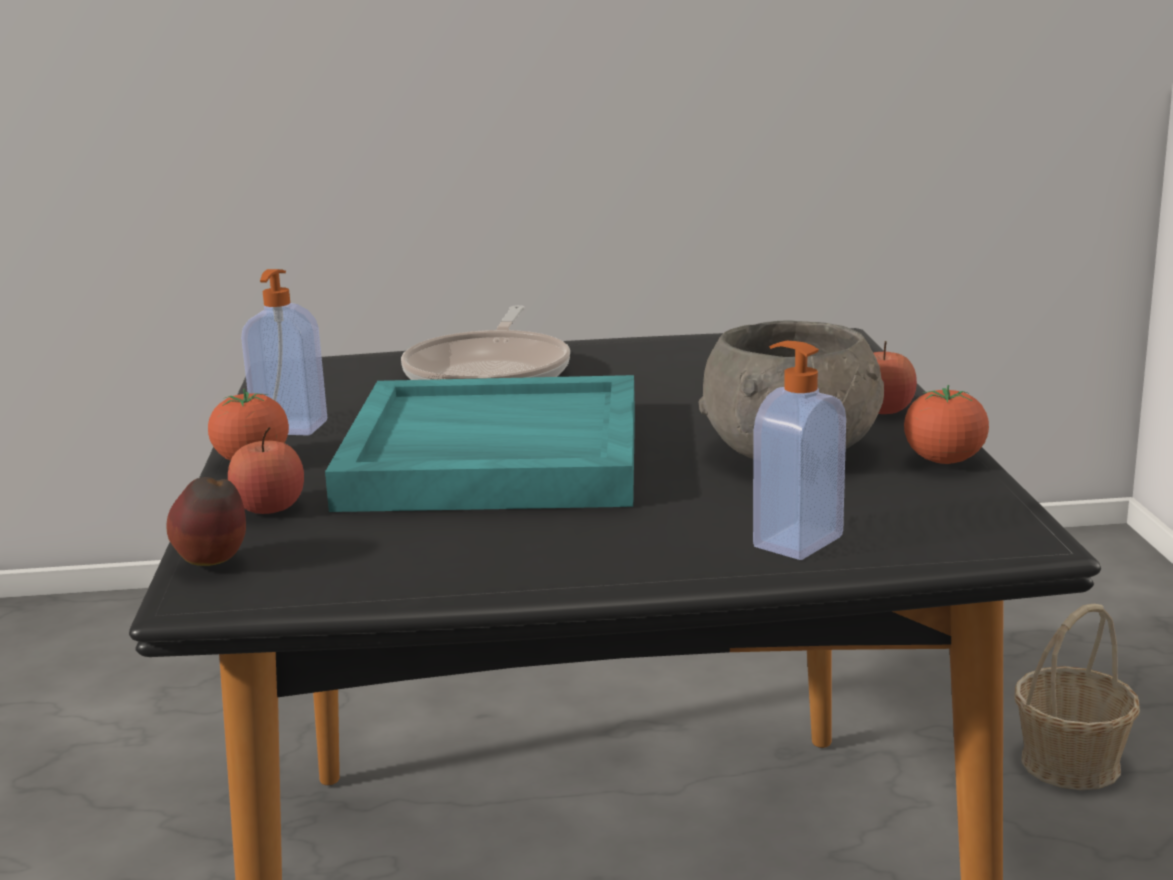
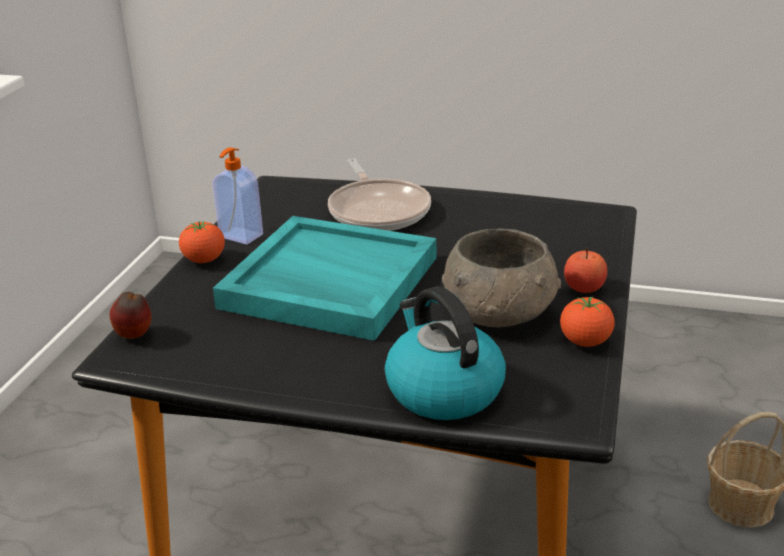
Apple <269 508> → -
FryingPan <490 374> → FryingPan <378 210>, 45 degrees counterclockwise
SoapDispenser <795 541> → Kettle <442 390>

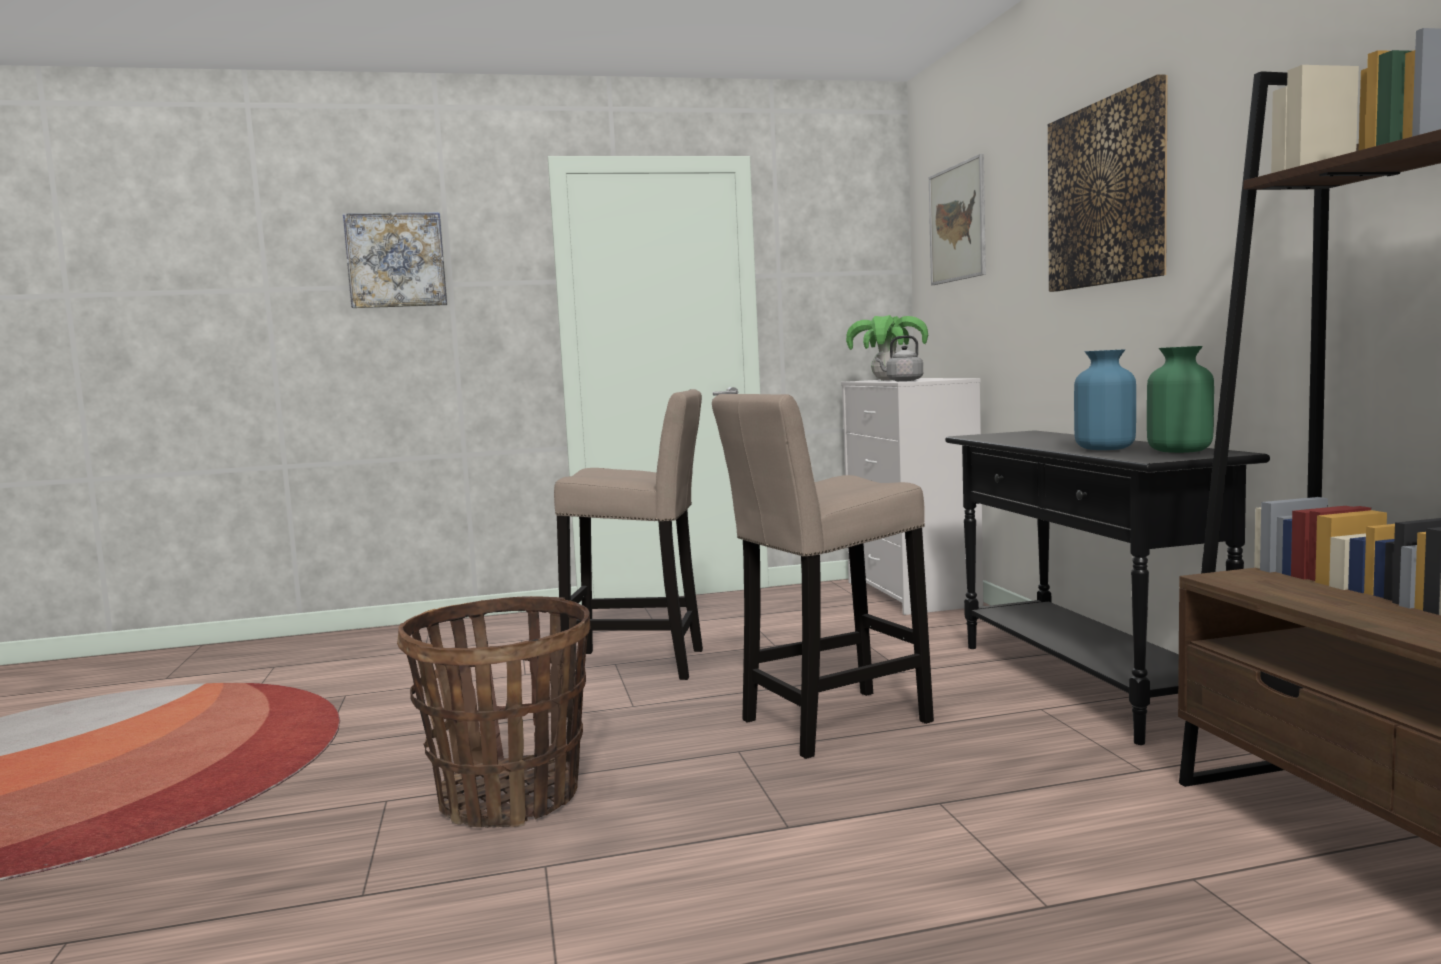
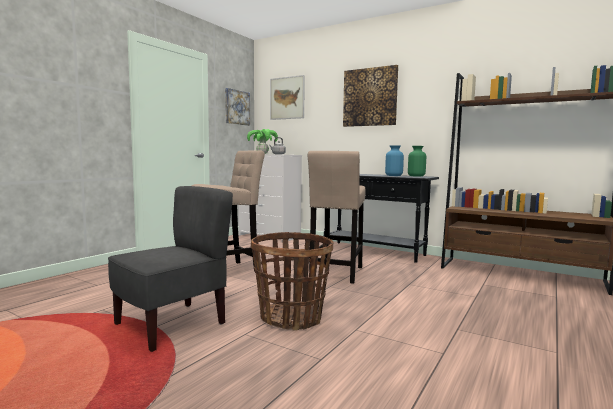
Picture <396 260> → Picture <237 107>, relocated
- → GreyChair <171 325>

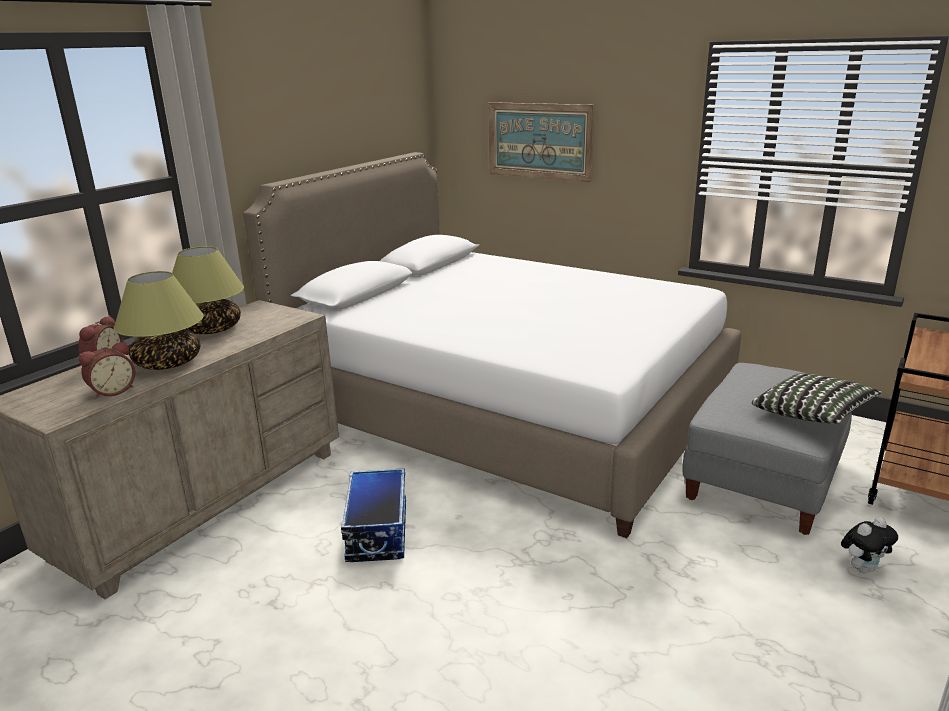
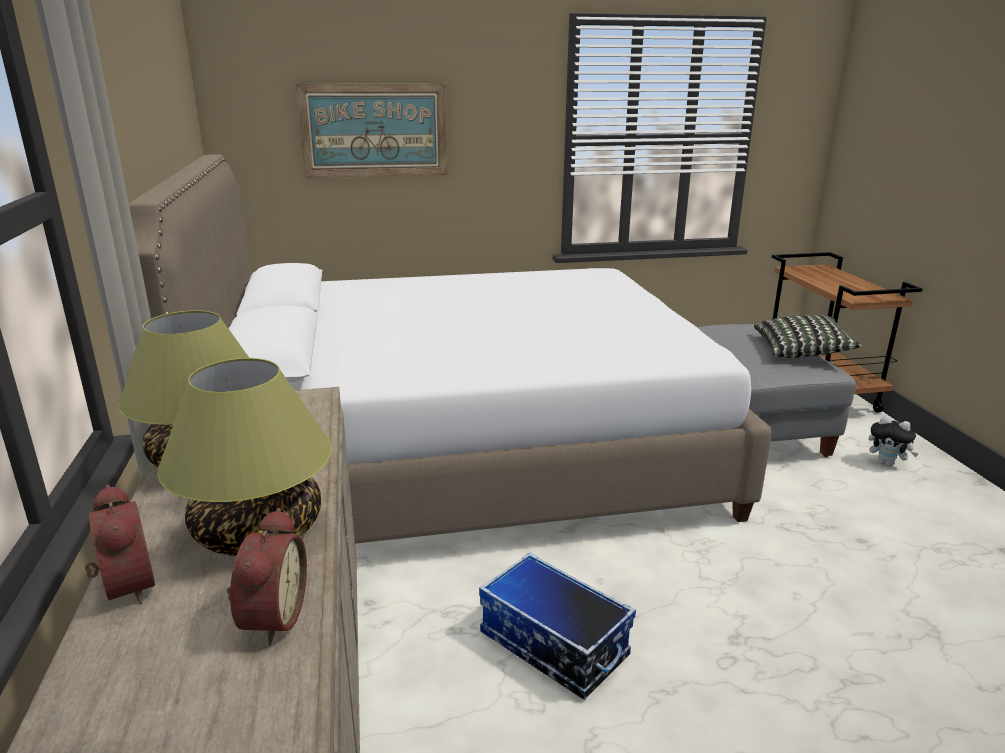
PlushToy <862 568> → PlushToy <887 463>, 105 degrees clockwise

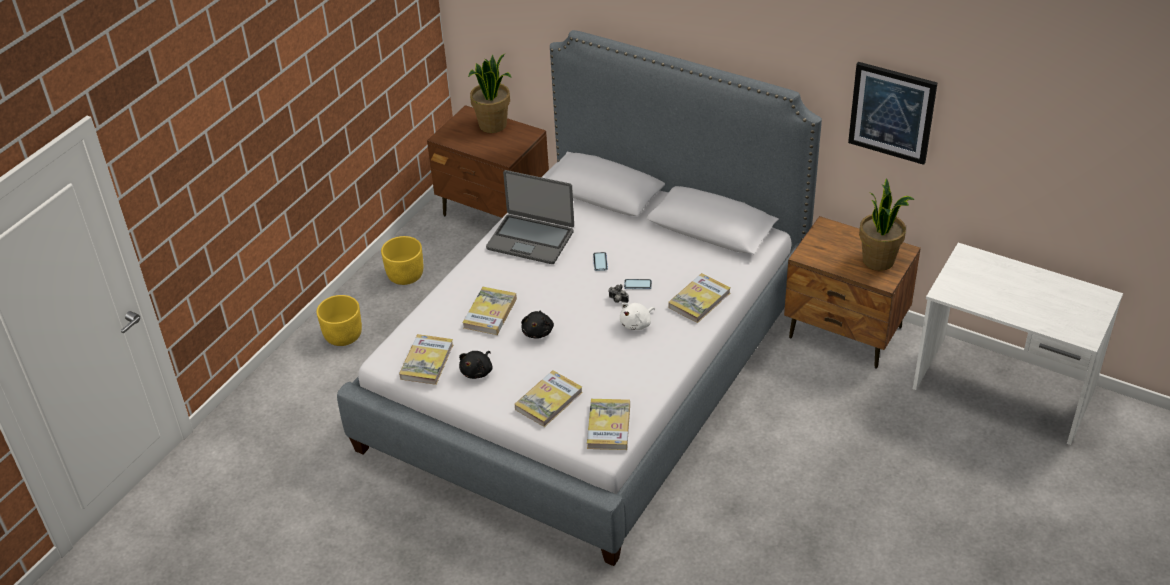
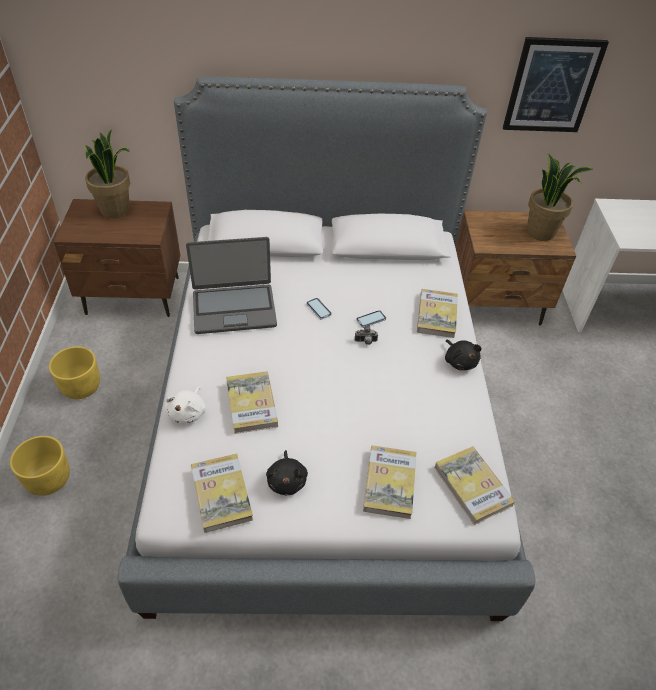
BlackPlushToy <538 331> → BlackPlushToy <460 361>, relocated
WhitePlushToy <637 324> → WhitePlushToy <188 412>, relocated

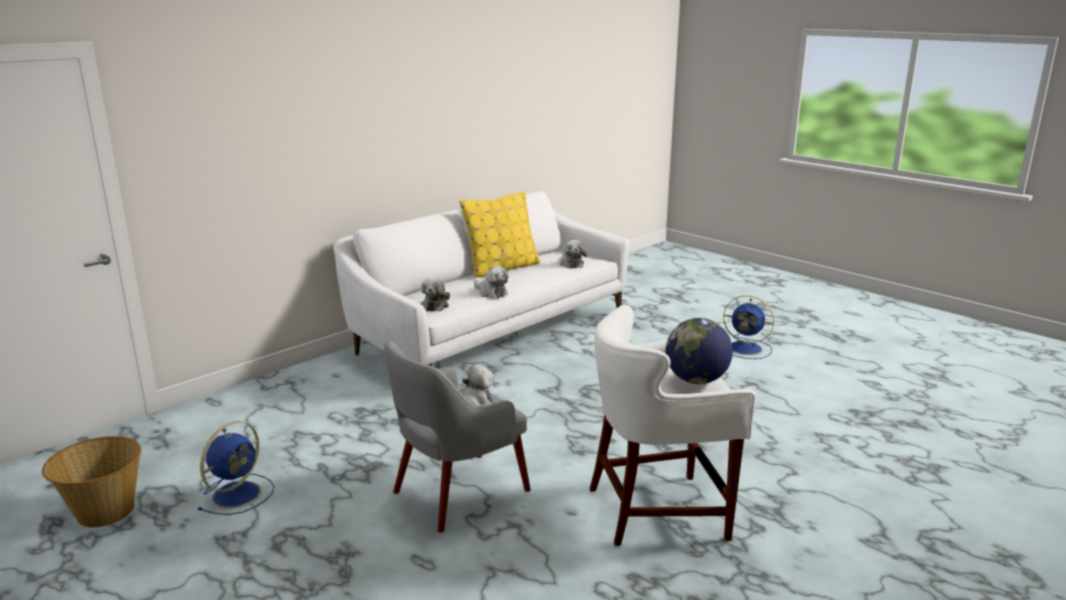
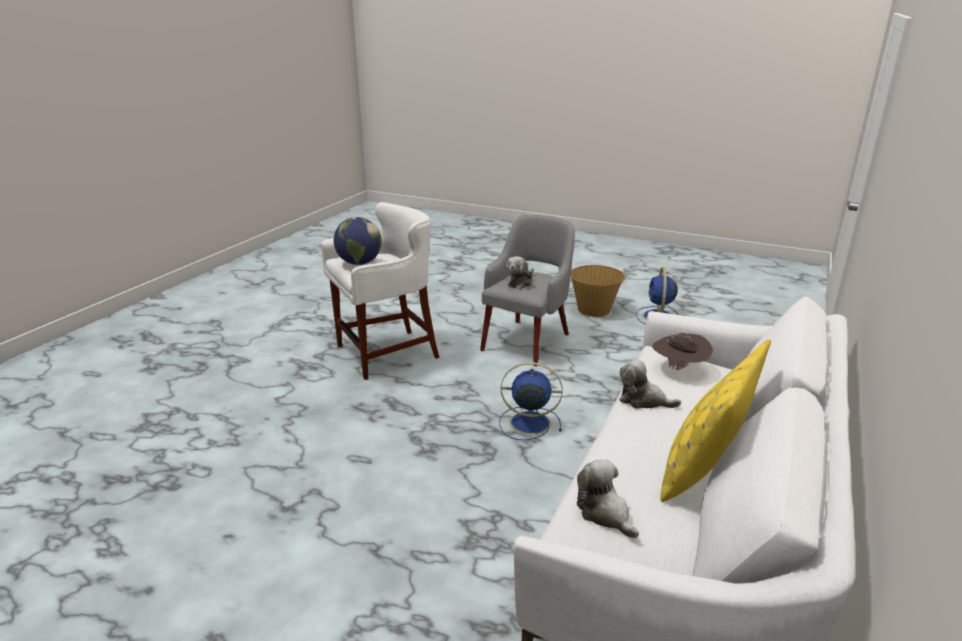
Basket <104 511> → Basket <594 309>, relocated
PlushToy <435 305> → BrownHat <679 369>
BlueFan <747 349> → BlueFan <528 423>, relocated

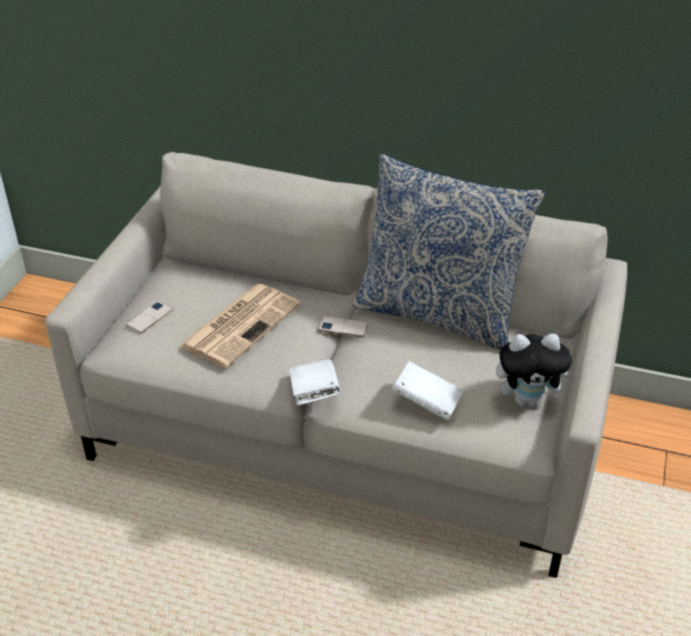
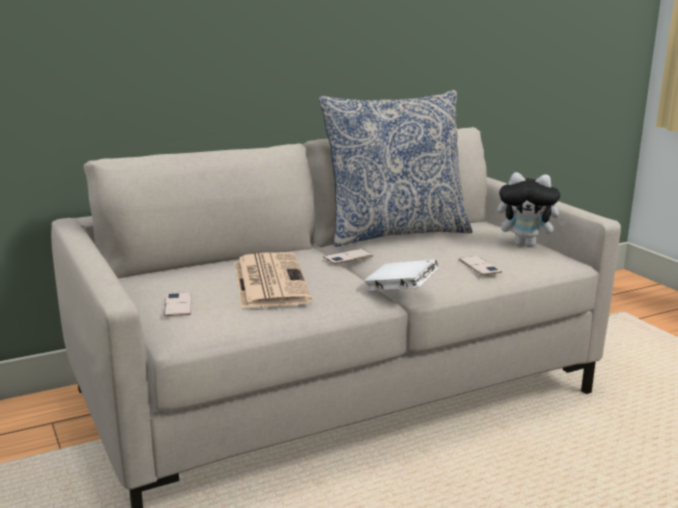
WhiteBook <426 403> → Phone <479 266>
PlushToy <528 400> → PlushToy <526 244>, 60 degrees clockwise

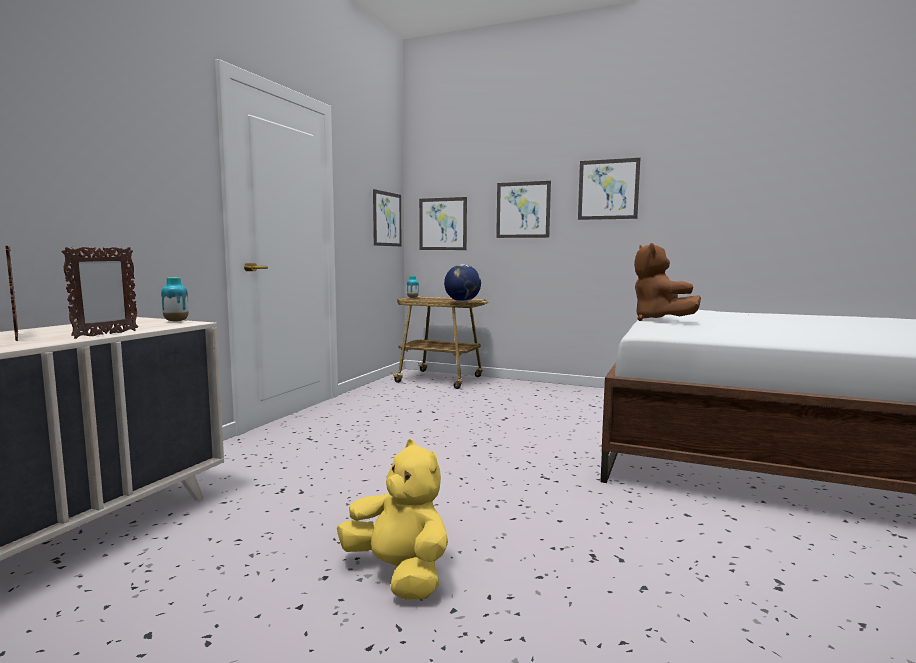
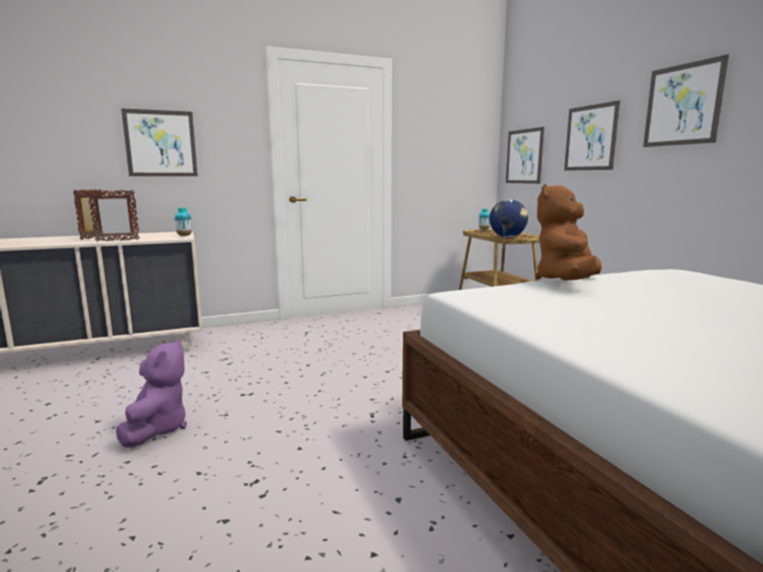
YellowPlushToy <399 573> → PurplePlushToy <157 429>
Picture <387 219> → Picture <161 143>, relocated

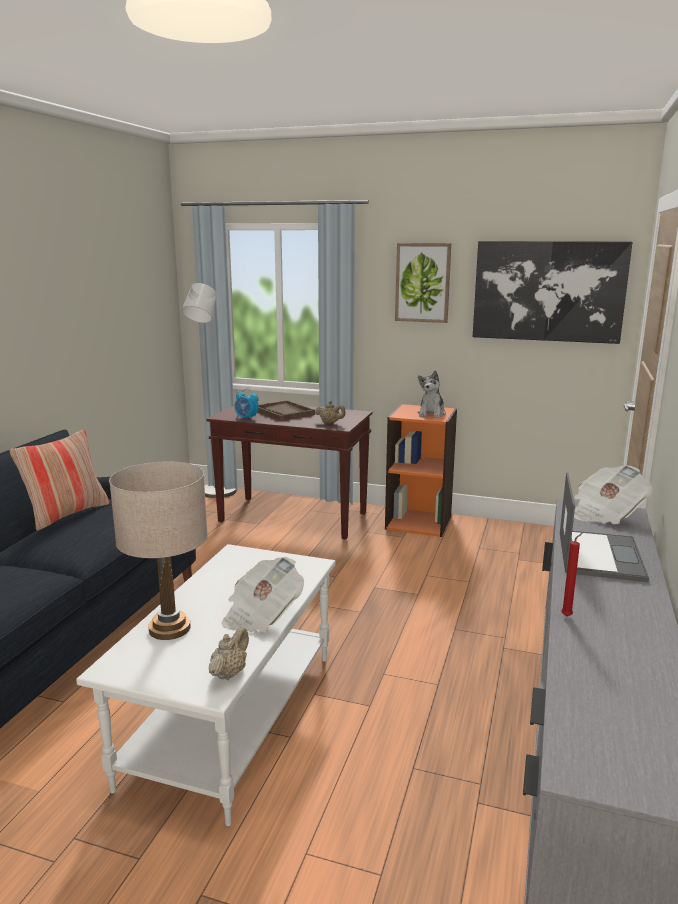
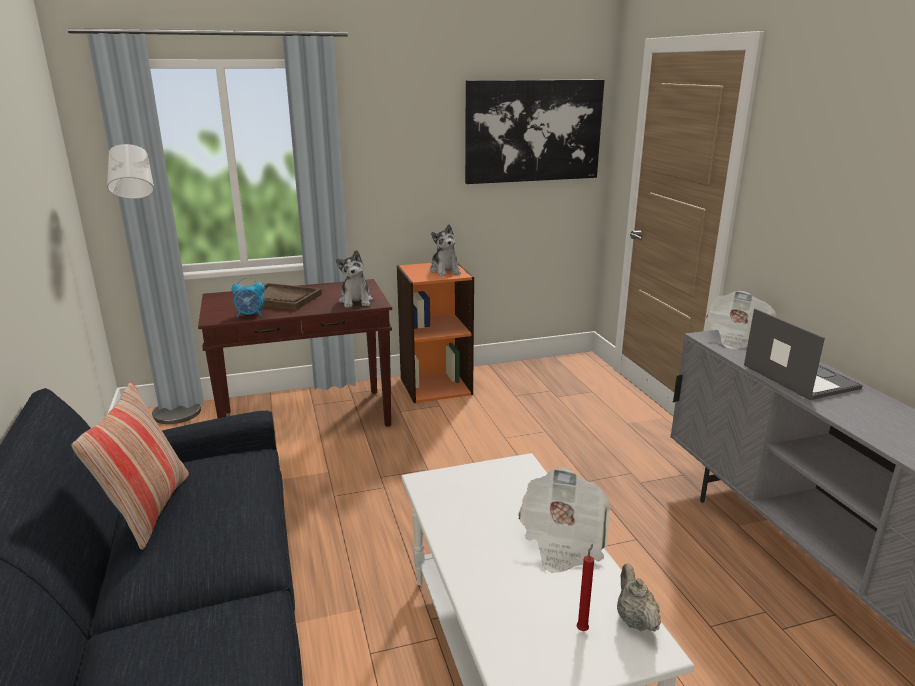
BeigeTableLamp <169 628> → -
BeigeTeapot <330 423> → PlushToy <356 301>
Picture <422 282> → -
RedCandle <568 616> → RedCandle <583 629>, relocated

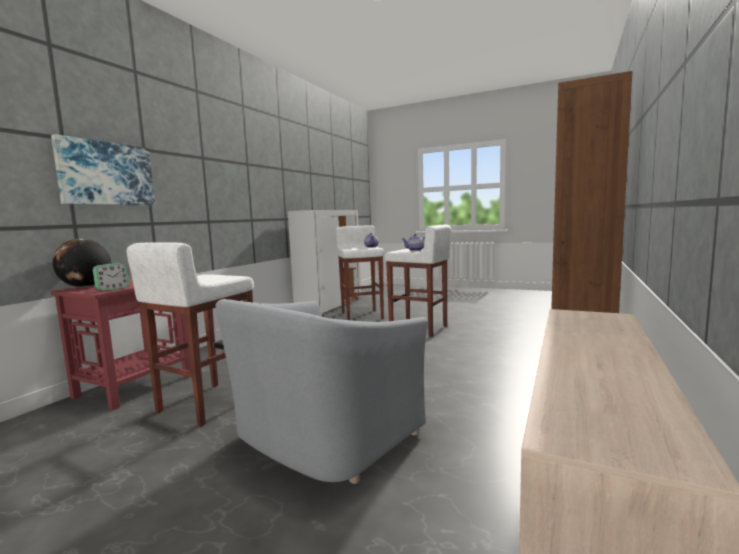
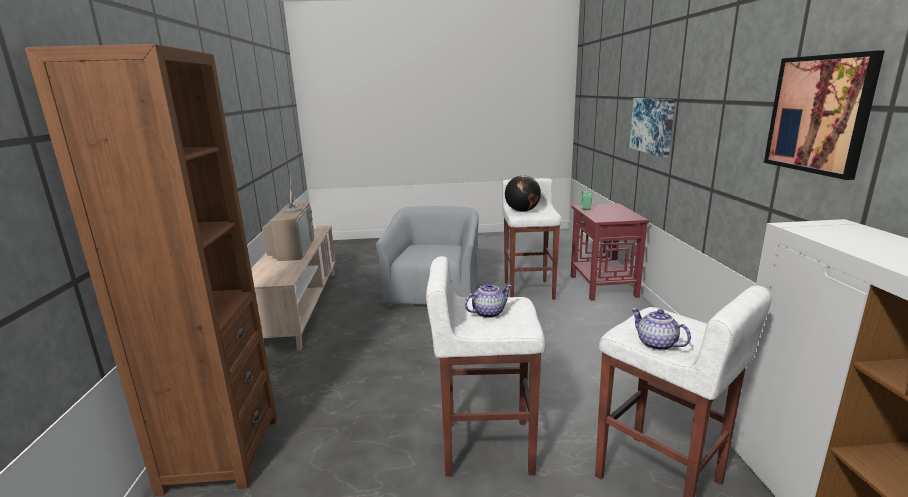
Globe <85 287> → Globe <522 211>, relocated
- → Television <292 249>
- → Picture <819 114>

